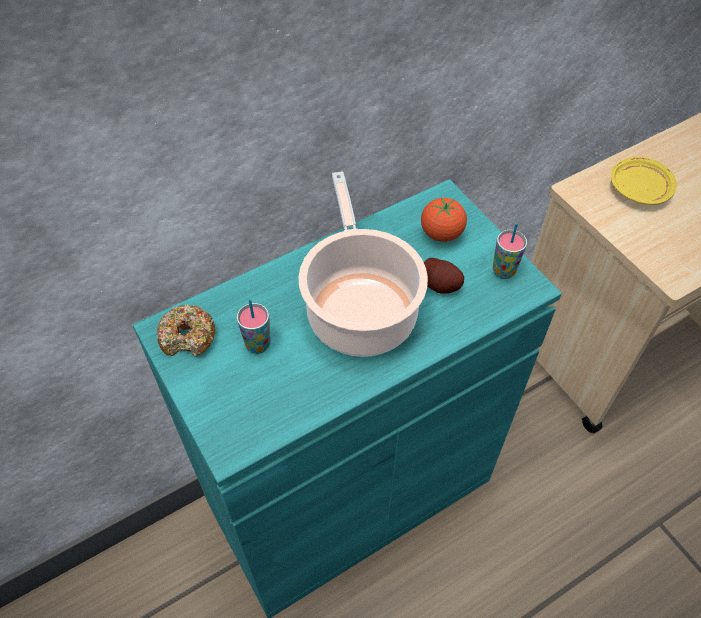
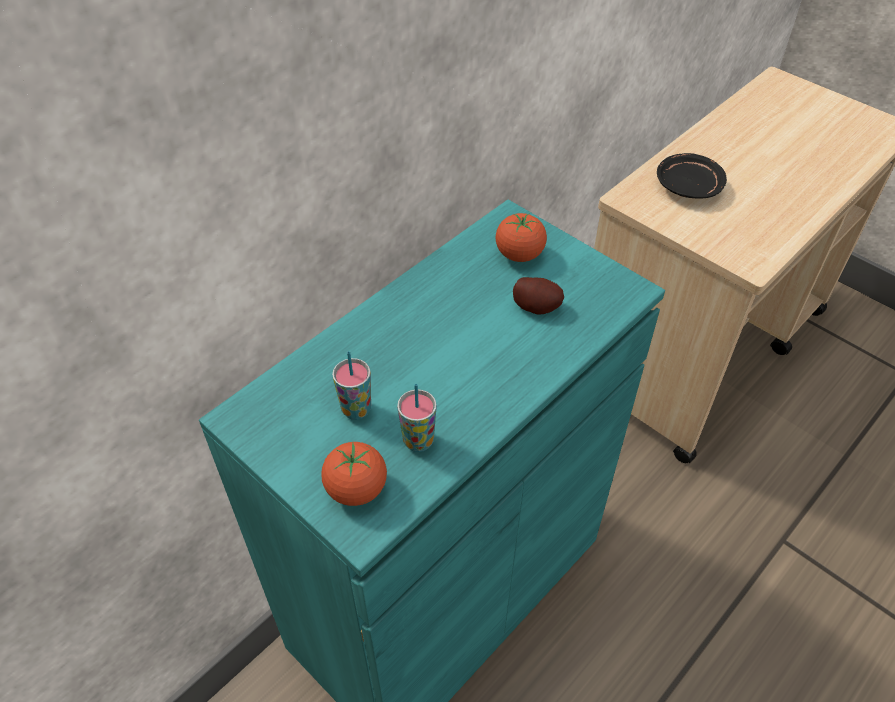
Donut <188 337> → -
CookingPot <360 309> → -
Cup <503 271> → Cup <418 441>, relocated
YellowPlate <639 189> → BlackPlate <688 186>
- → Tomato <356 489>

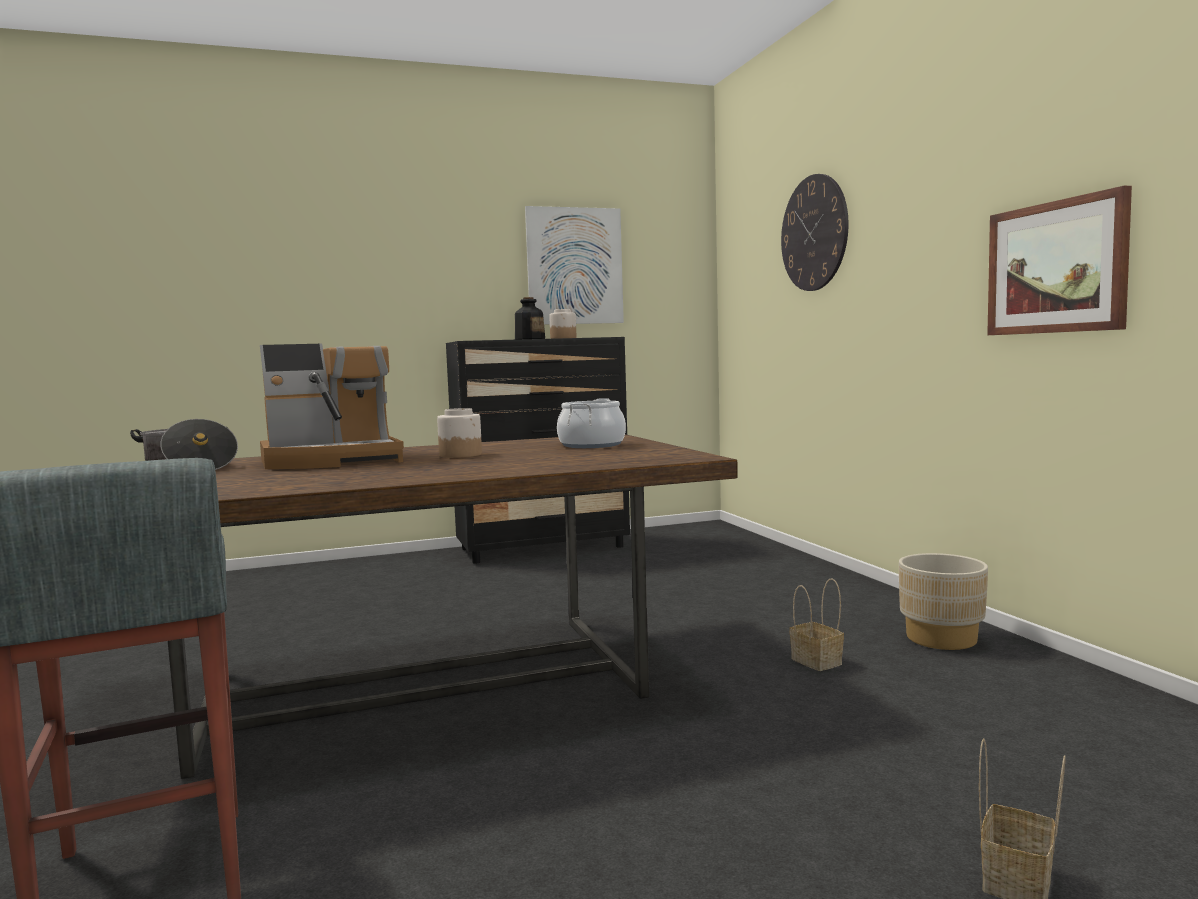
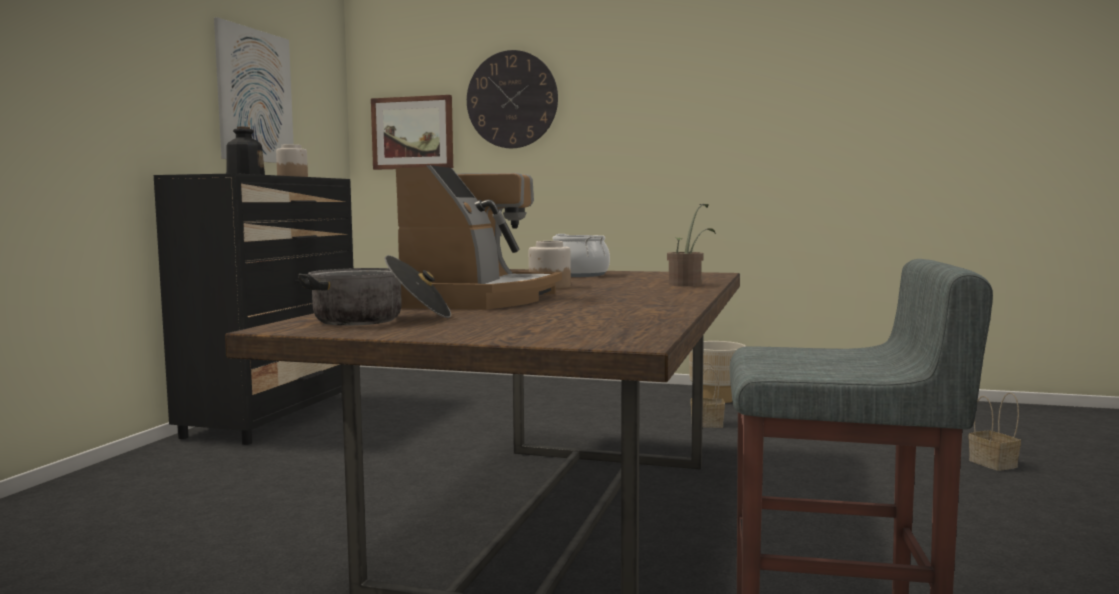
Picture <1056 267> → Picture <412 133>, relocated
- → PottedPlant <688 284>

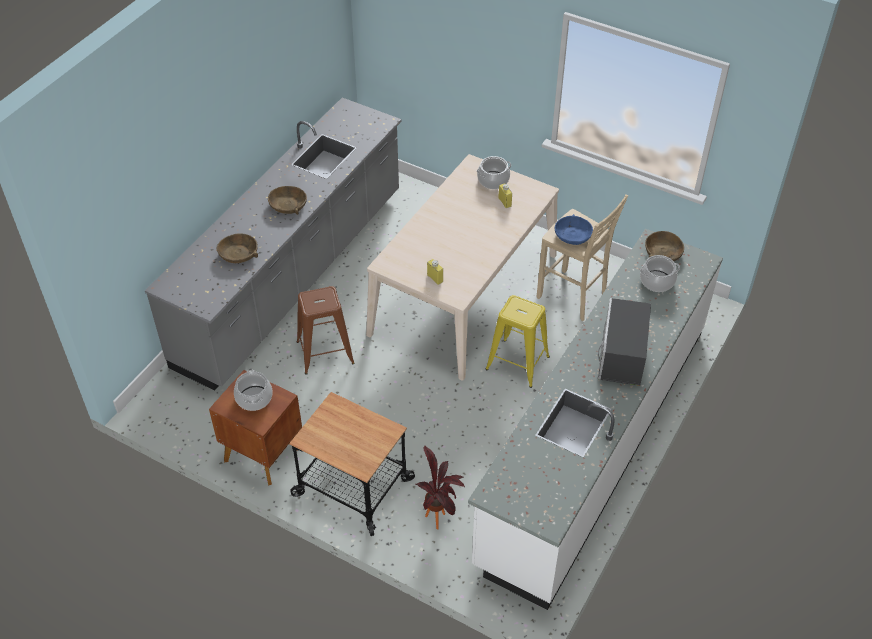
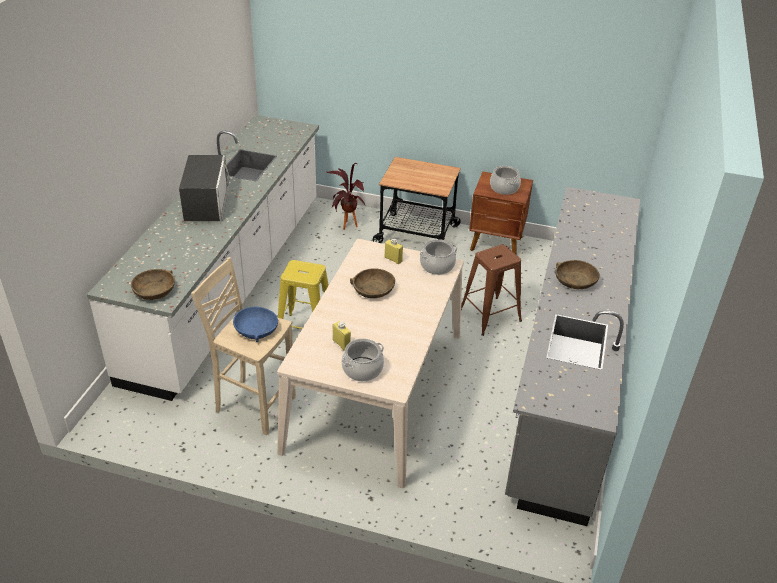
BrownBowl <239 253> → BrownBowl <373 289>, relocated
CookingPot <657 281> → CookingPot <437 266>, relocated

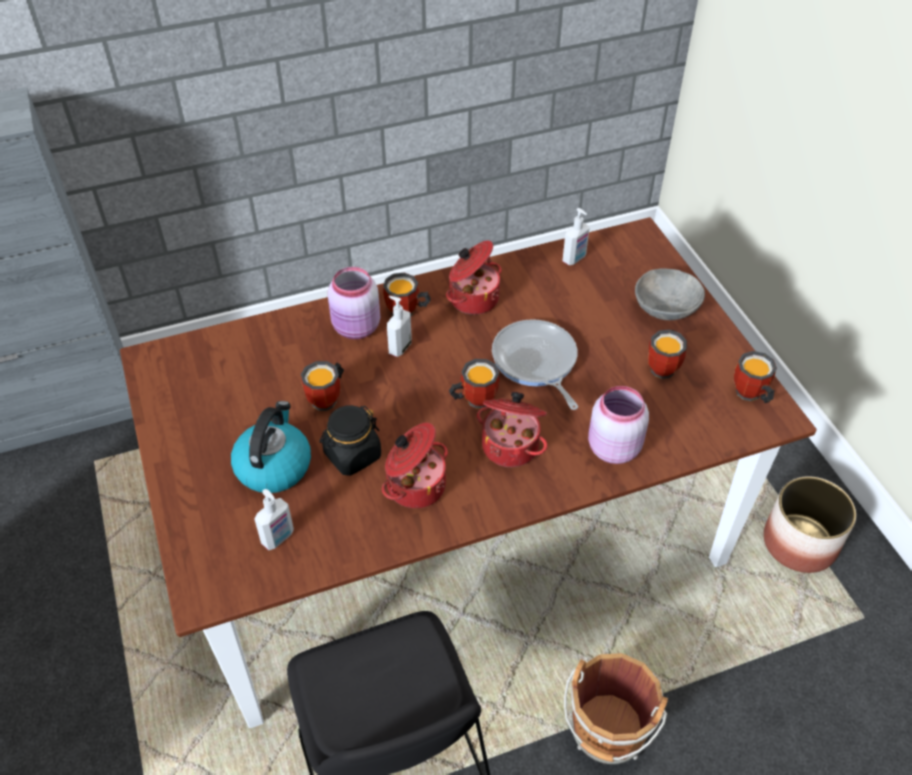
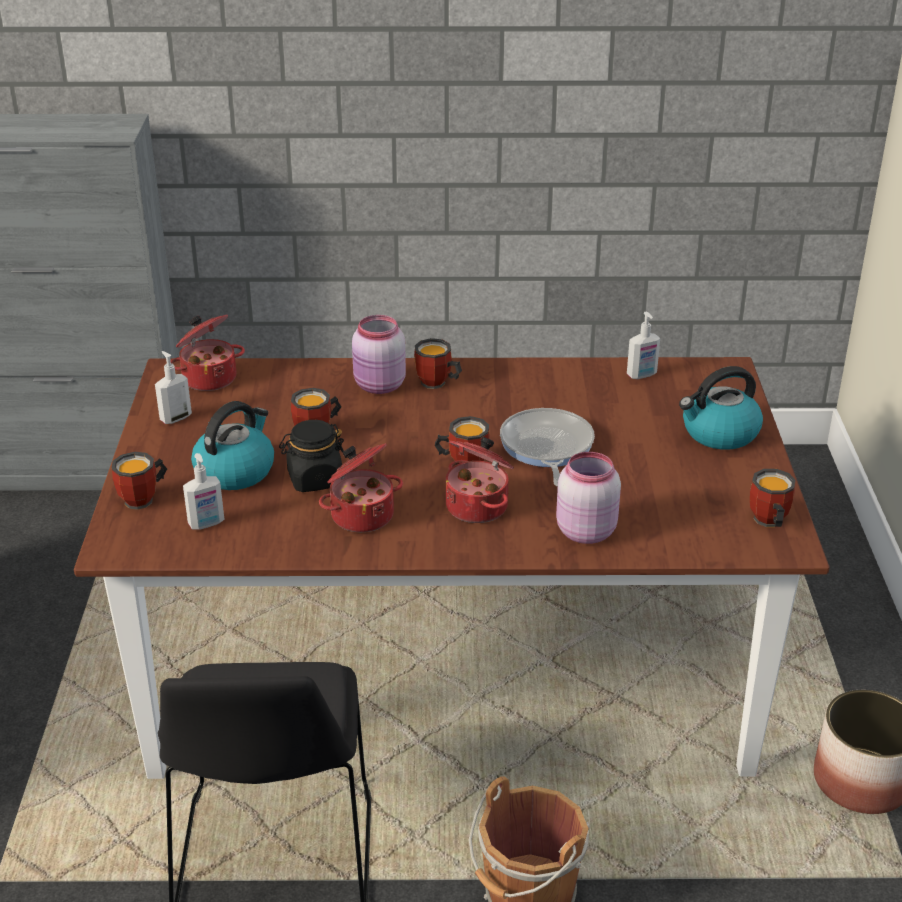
SoapDispenser <399 347> → SoapDispenser <175 418>, relocated
CookingPot <472 298> → CookingPot <209 378>, relocated
GreyBowl <666 308> → Kettle <719 433>
Mug <665 367> → Mug <145 499>, relocated

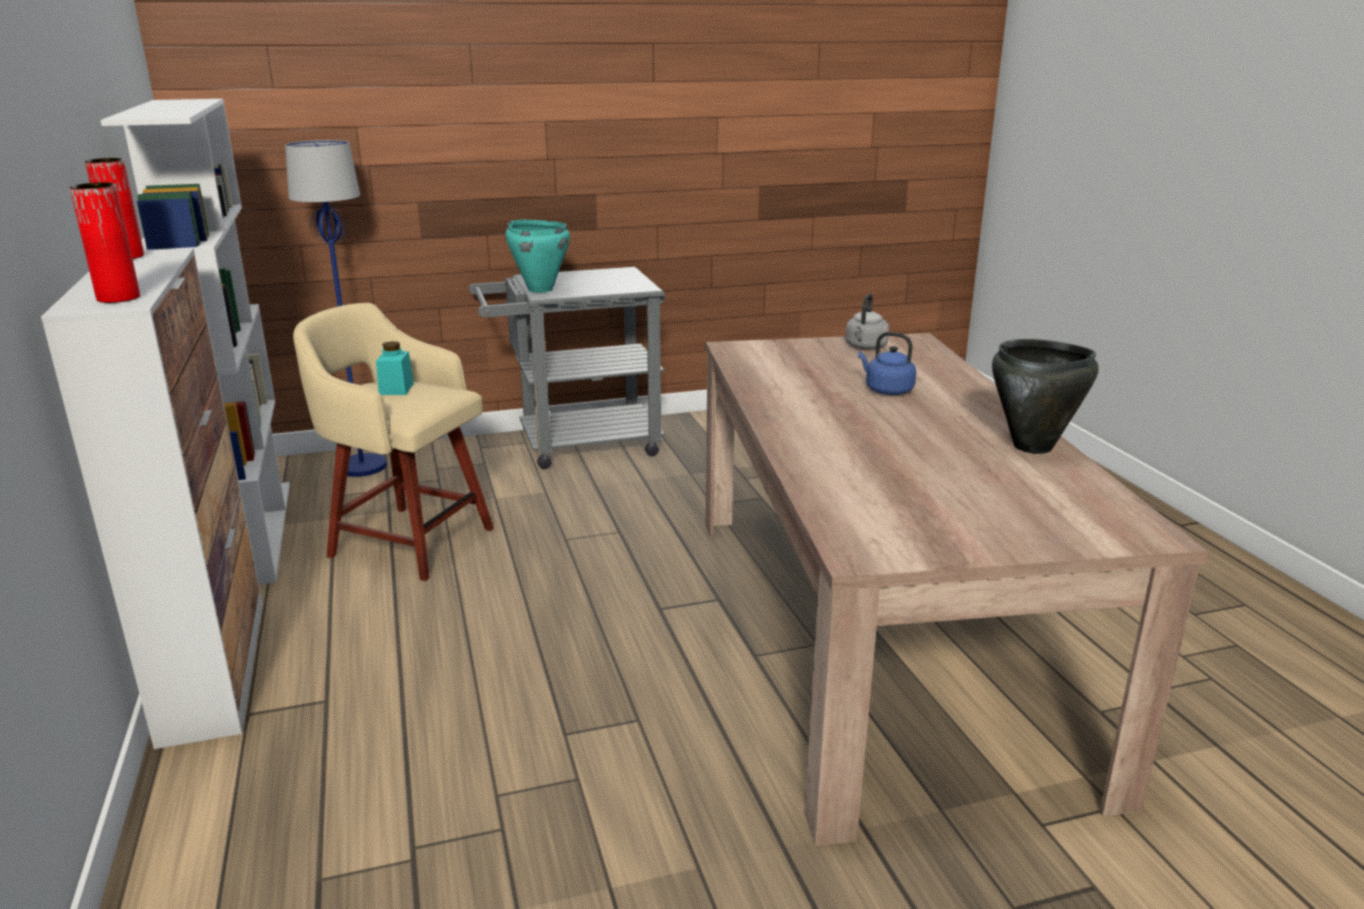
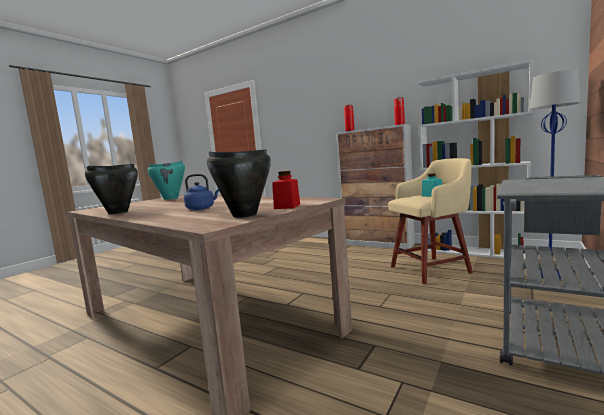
TurquoiseCookingPot <540 289> → TurquoiseCookingPot <171 198>, relocated
GreyKettle <865 347> → BlackCookingPot <244 215>
- → RedJar <287 206>

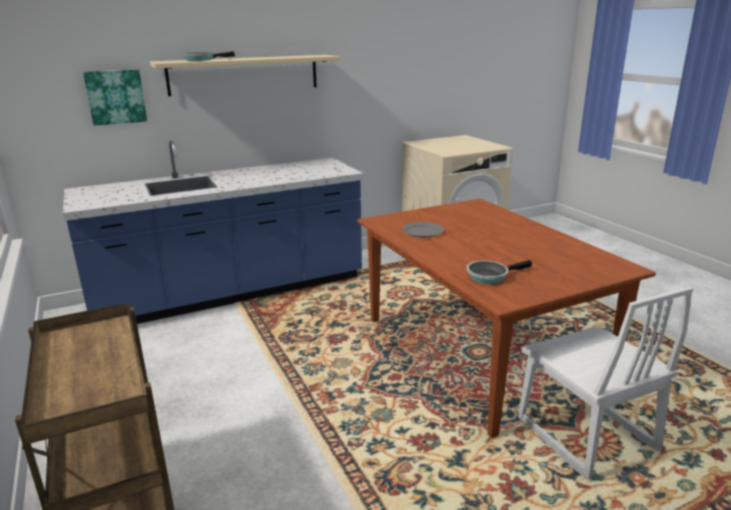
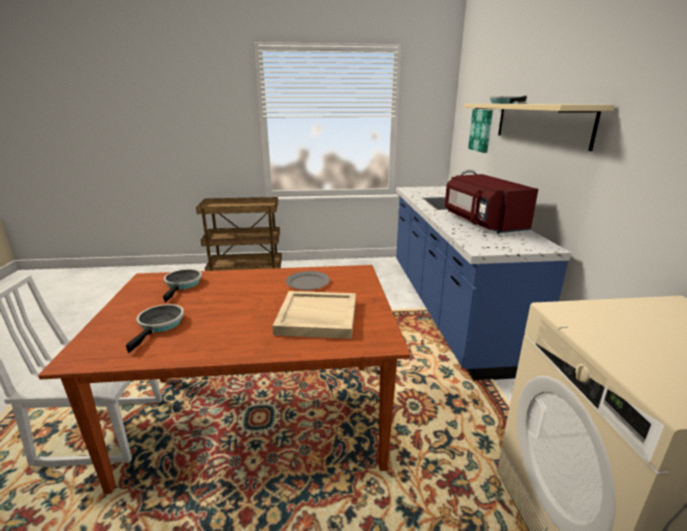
- → FryingPan <160 325>
- → BeigeTray <316 317>
- → RedMicrowave <482 223>

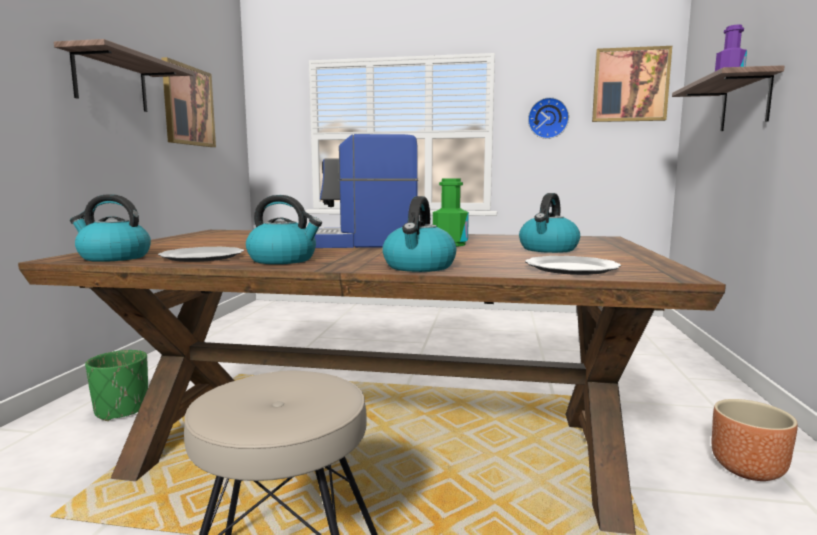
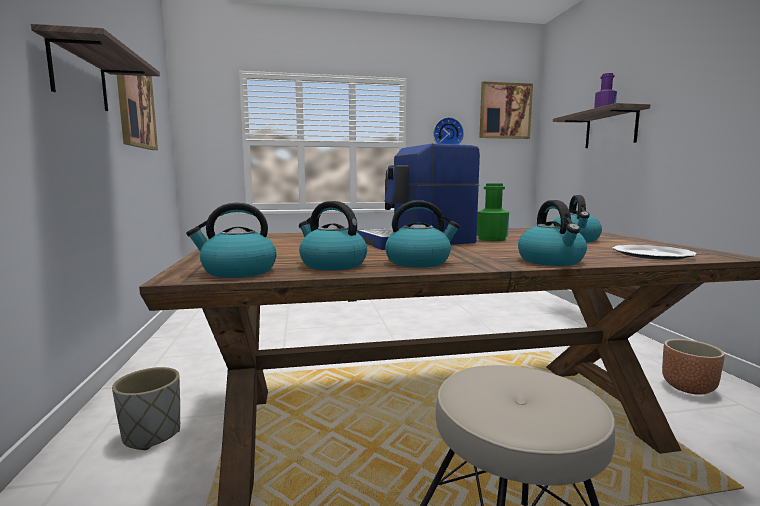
GreenPlanter <121 410> → GreyPlanter <152 435>
Plate <201 257> → Kettle <332 265>

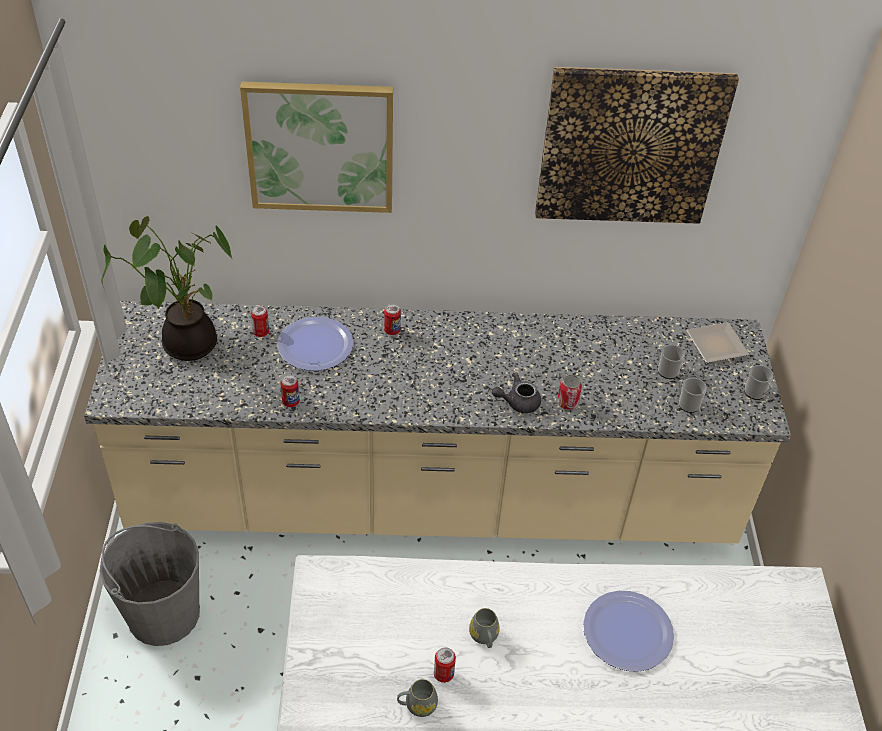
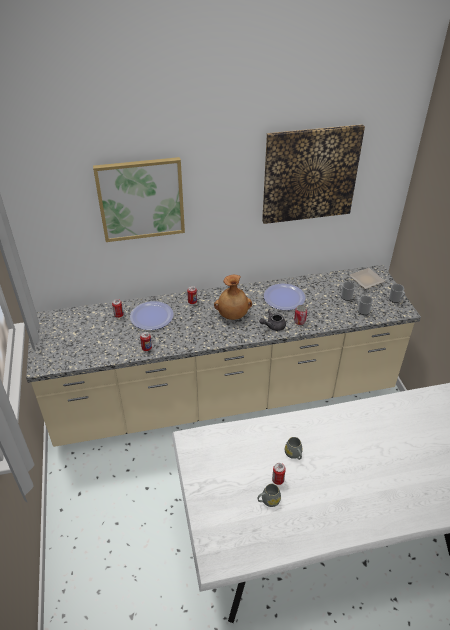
GreyBucket <163 613> → -
PottedPlant <186 342> → -
Plate <628 632> → Plate <284 298>, relocated
- → BrownVase <233 315>

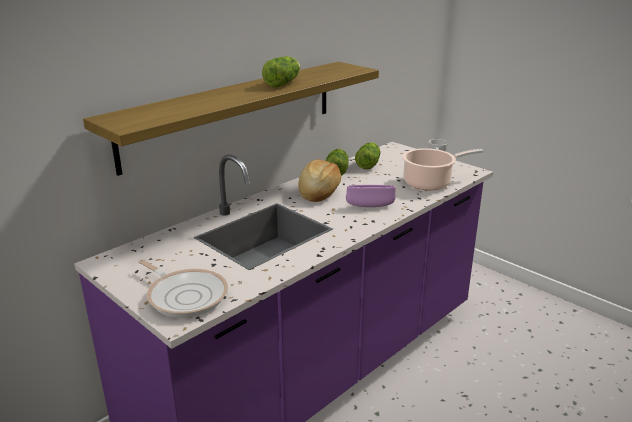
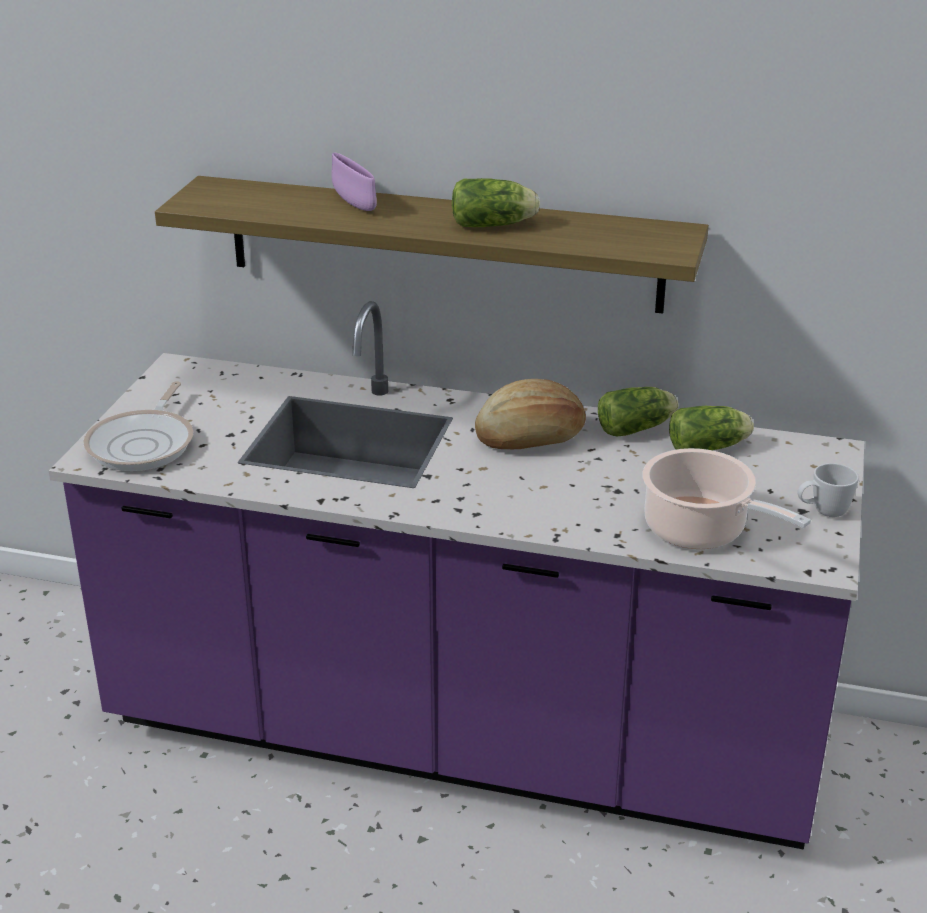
PurpleBowl <370 206> → PurpleBowl <354 203>, relocated

